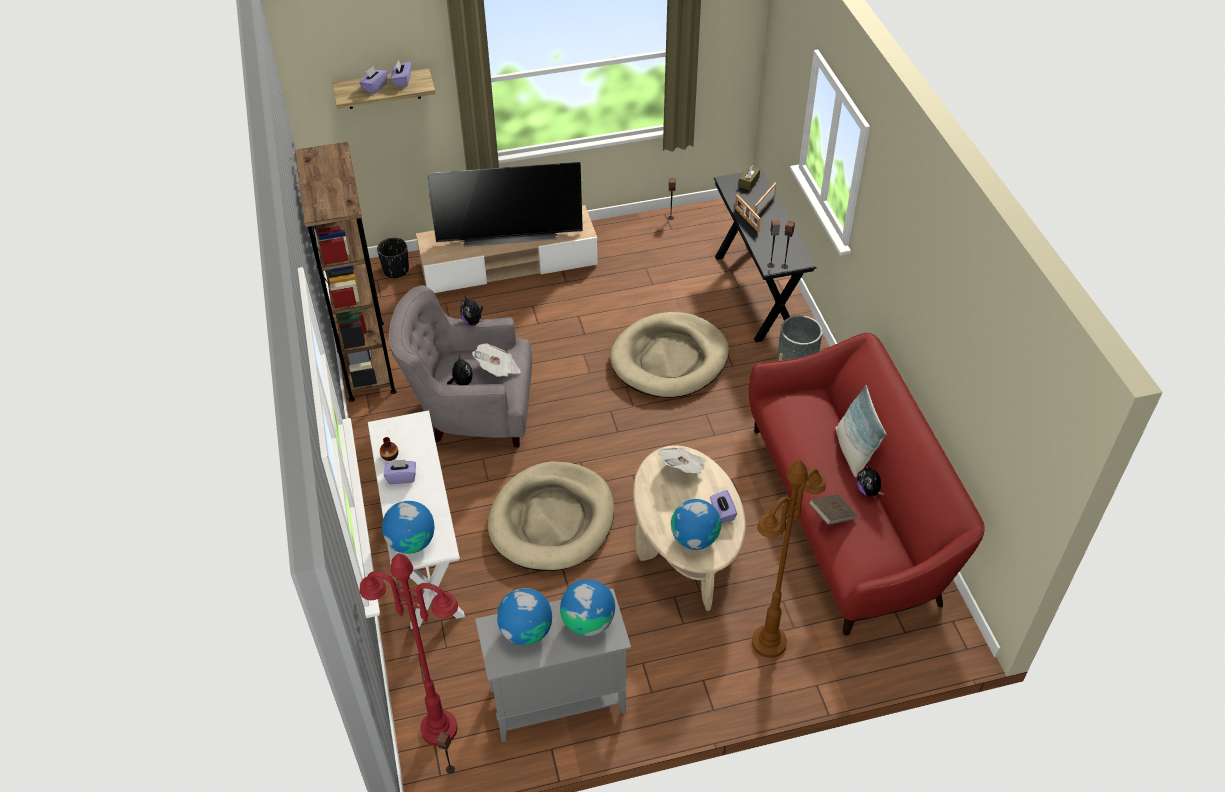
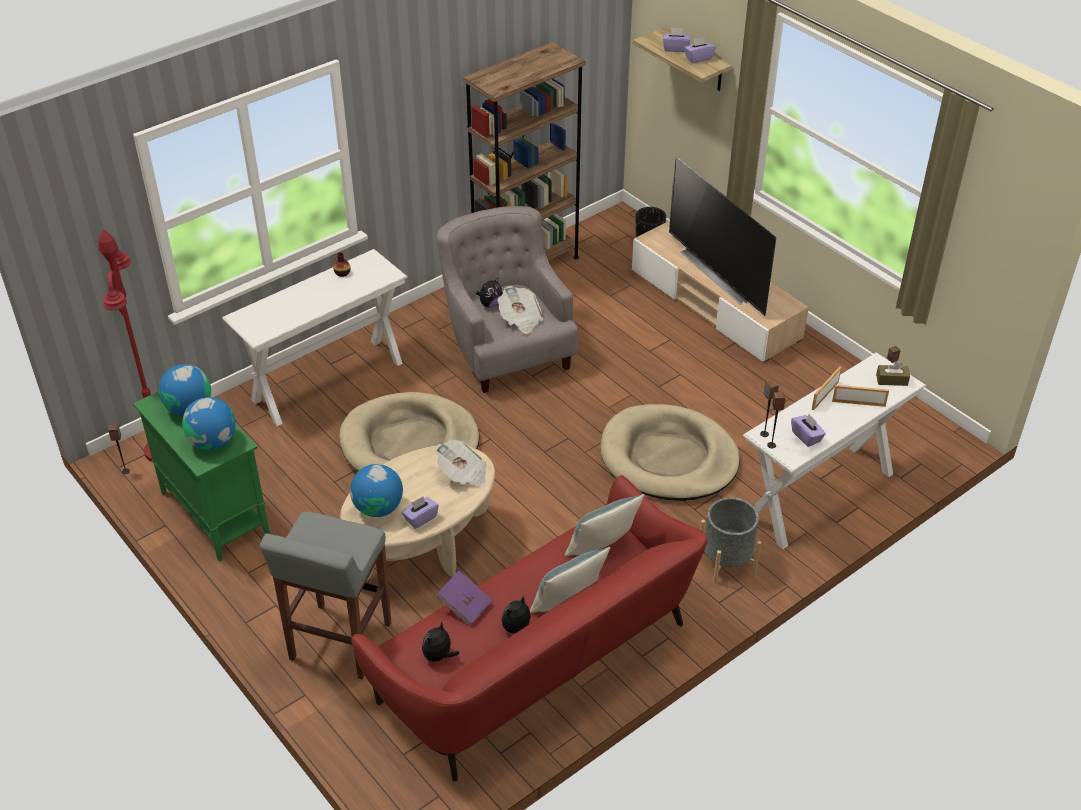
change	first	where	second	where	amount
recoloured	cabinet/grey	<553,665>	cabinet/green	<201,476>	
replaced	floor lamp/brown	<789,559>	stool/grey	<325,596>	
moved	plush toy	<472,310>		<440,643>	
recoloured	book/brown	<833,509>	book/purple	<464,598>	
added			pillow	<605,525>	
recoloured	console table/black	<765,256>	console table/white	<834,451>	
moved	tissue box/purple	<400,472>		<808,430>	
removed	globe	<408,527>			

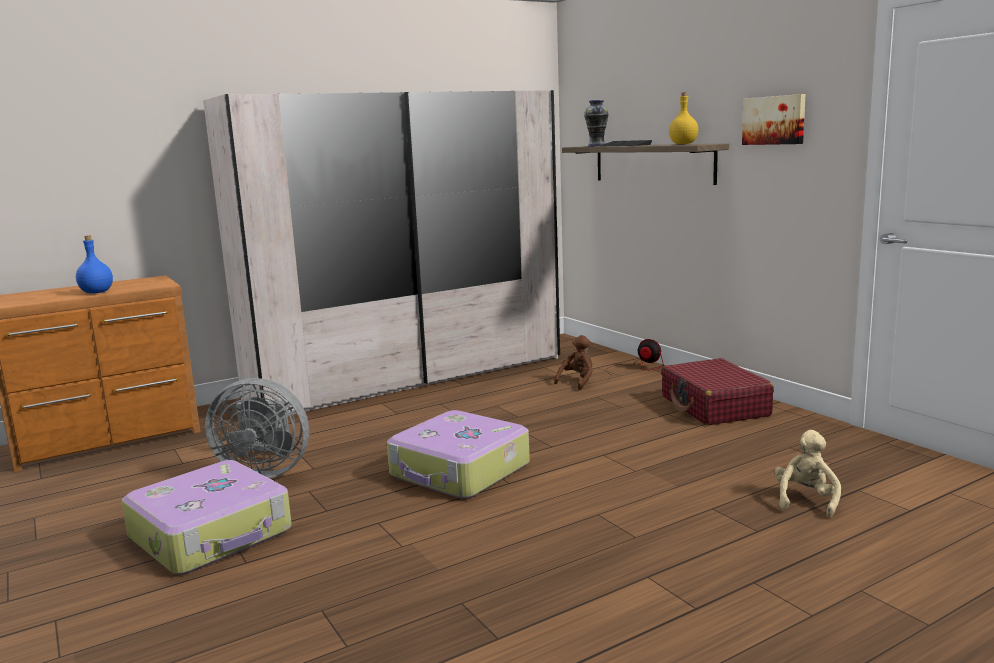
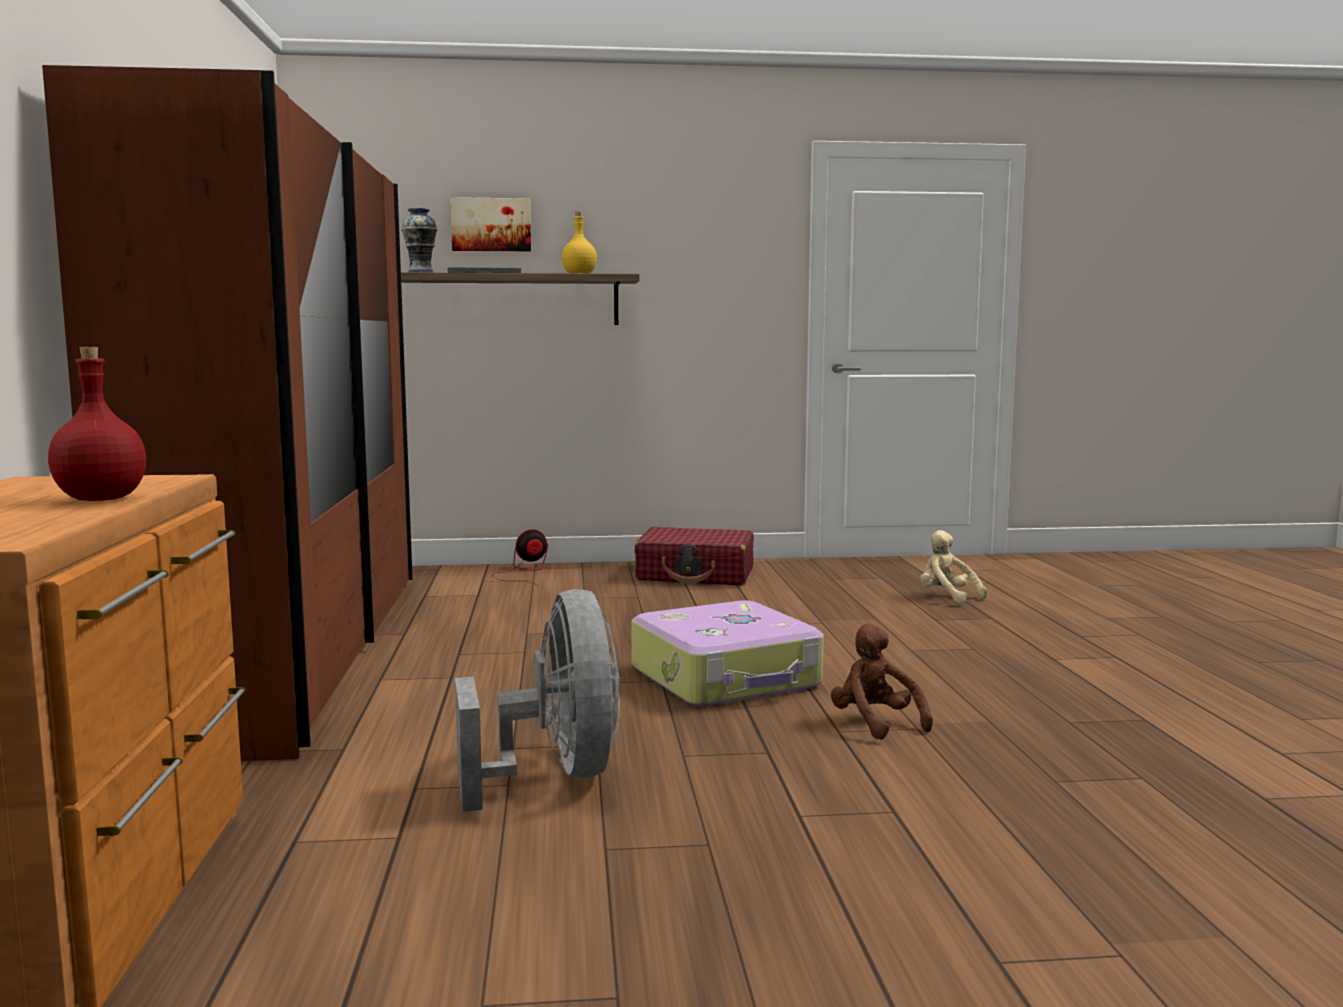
change	first	where	second	where	amount
recoloured	wardrobe/white	<381,252>	wardrobe/brown	<227,413>	
recoloured	bottle/blue	<94,265>	bottle/red	<97,424>	
moved	picture	<773,119>		<490,224>	
turned	fan/grey	<257,428>		<537,700>	45 degrees counterclockwise
moved	plush toy/brown	<573,362>		<882,682>	
removed	suitcase	<207,517>			

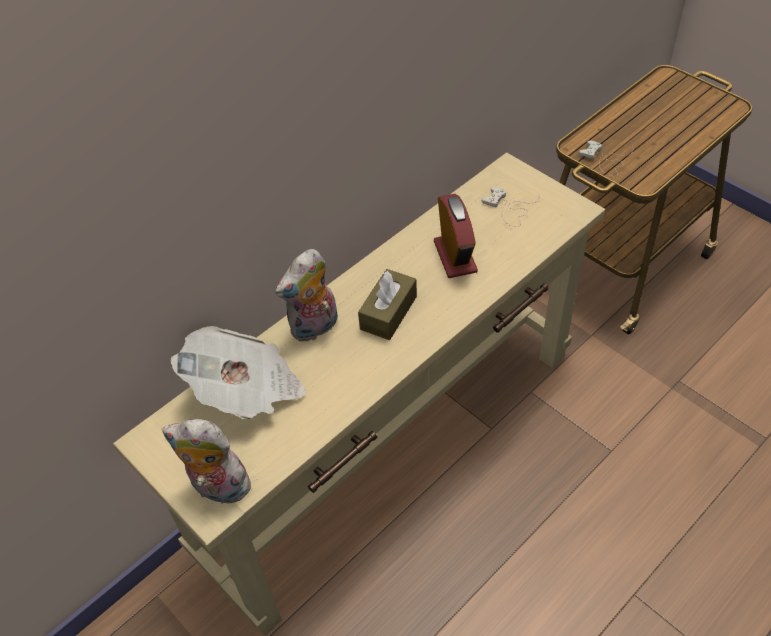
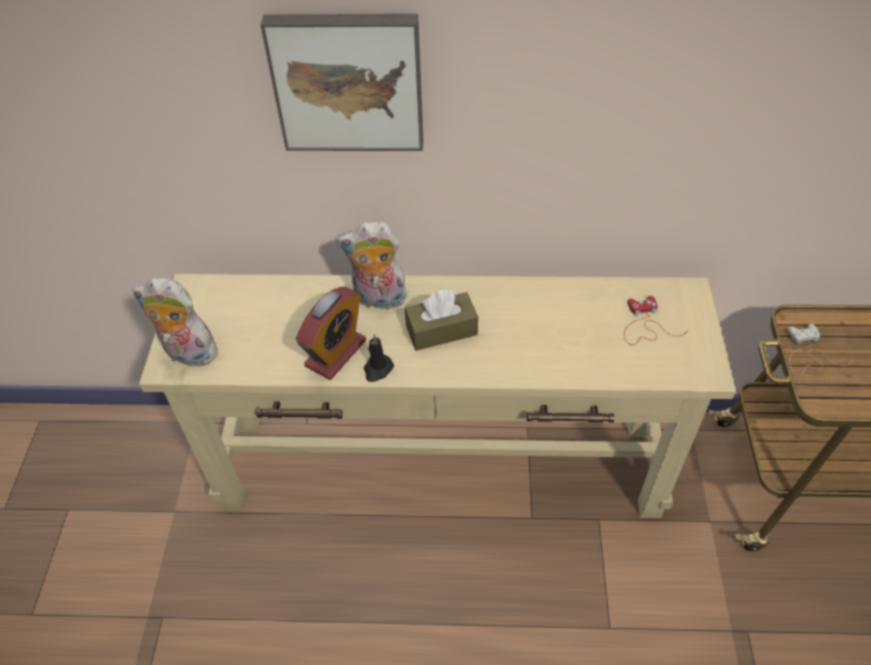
change	first	where	second	where	amount
turned	plush toy	<208,463>		<175,322>	45 degrees counterclockwise
added			picture	<342,82>	
moved	alarm clock	<456,236>		<331,333>	
added			candle/black	<379,358>	
recoloured	game controller/white	<510,207>	game controller/red	<656,320>	
removed	newspaper	<238,372>			

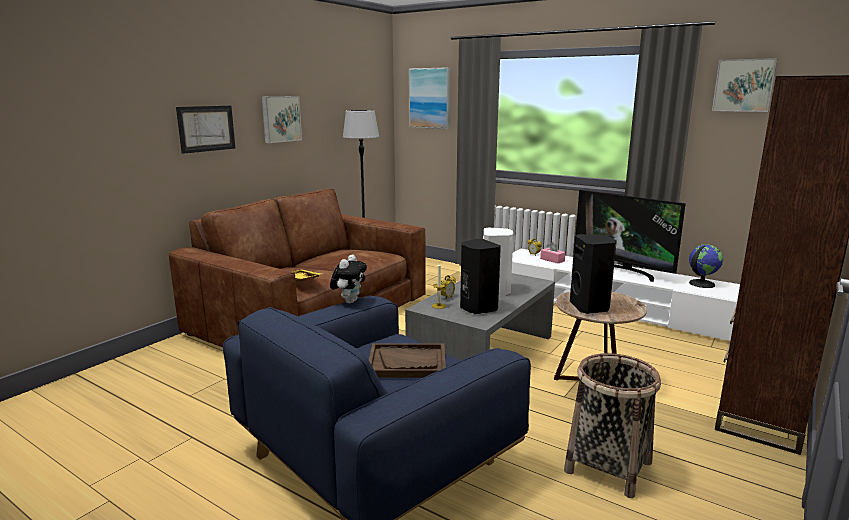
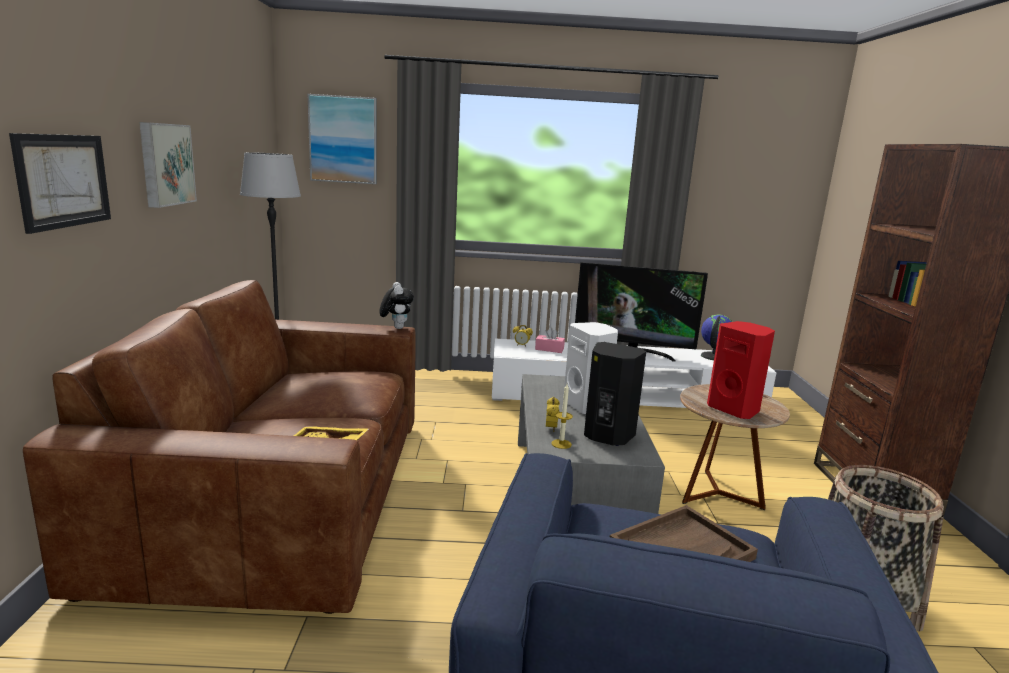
change	first	where	second	where	amount
moved	plush toy	<348,279>		<396,305>	
recoloured	speaker/black	<593,274>	speaker/red	<741,370>	
removed	picture	<744,85>			

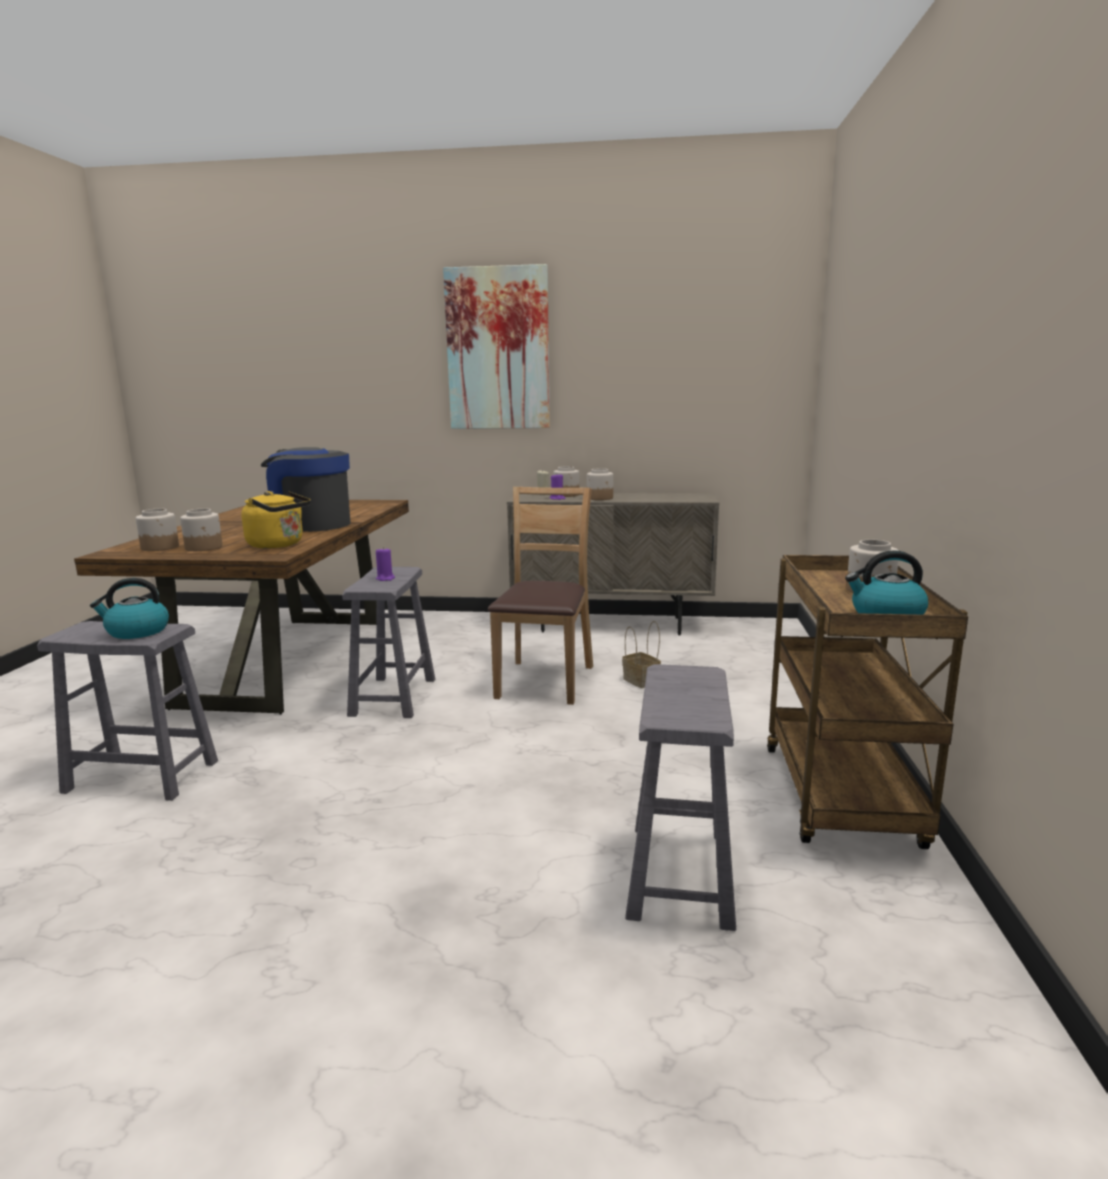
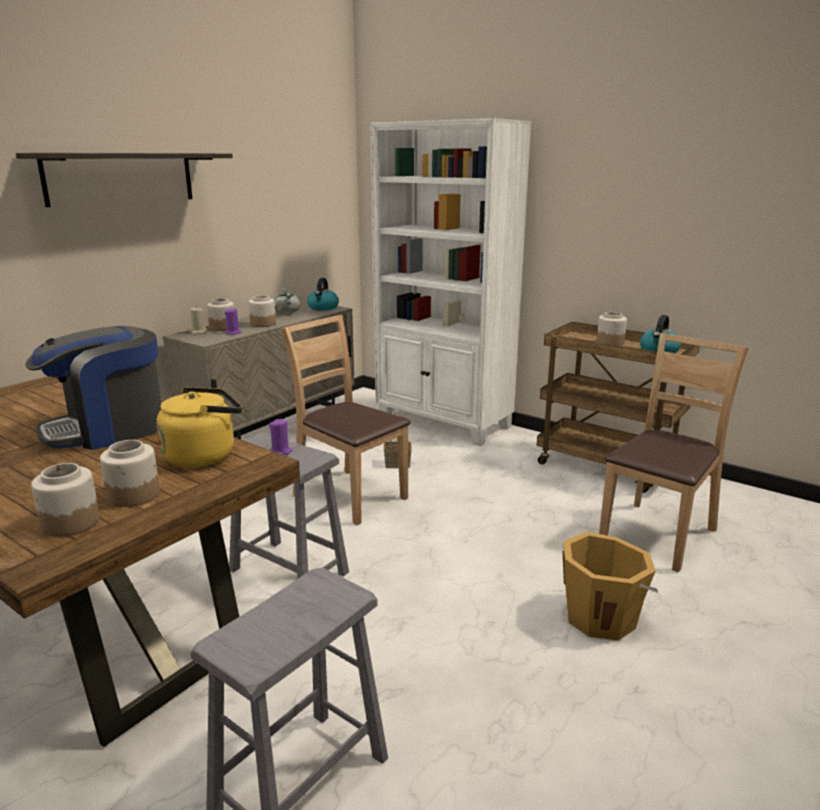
change	first	where	second	where	amount
replaced	picture	<496,346>	shelf	<124,180>	
added			cooking pot/grey	<287,301>	
moved	kettle	<129,608>		<323,294>	
added			bookcase/white	<451,282>	
added			bucket/orange	<610,586>	
replaced	stool/grey	<680,797>	chair/brown	<674,453>	

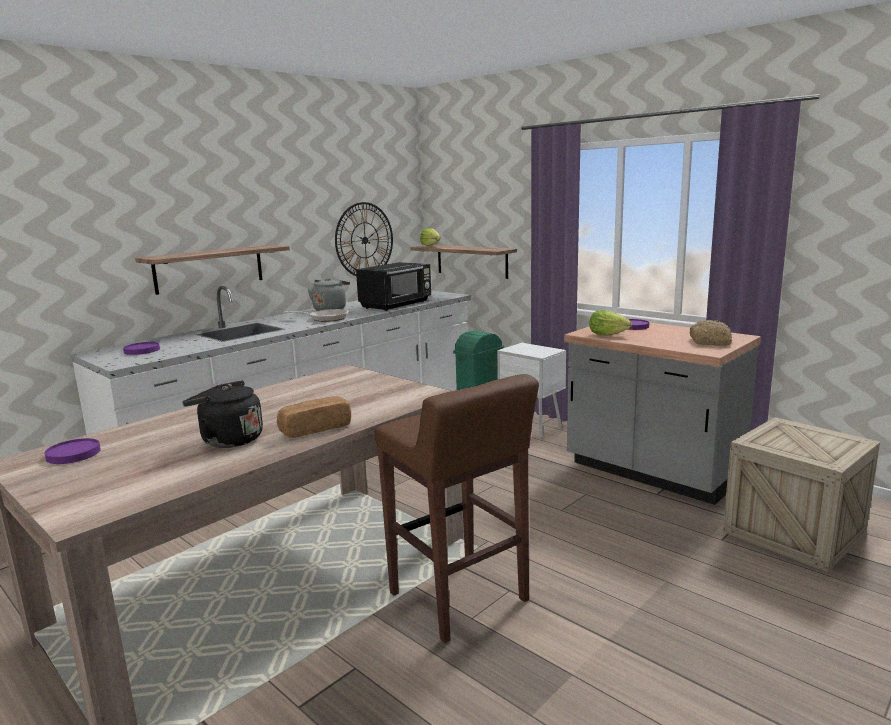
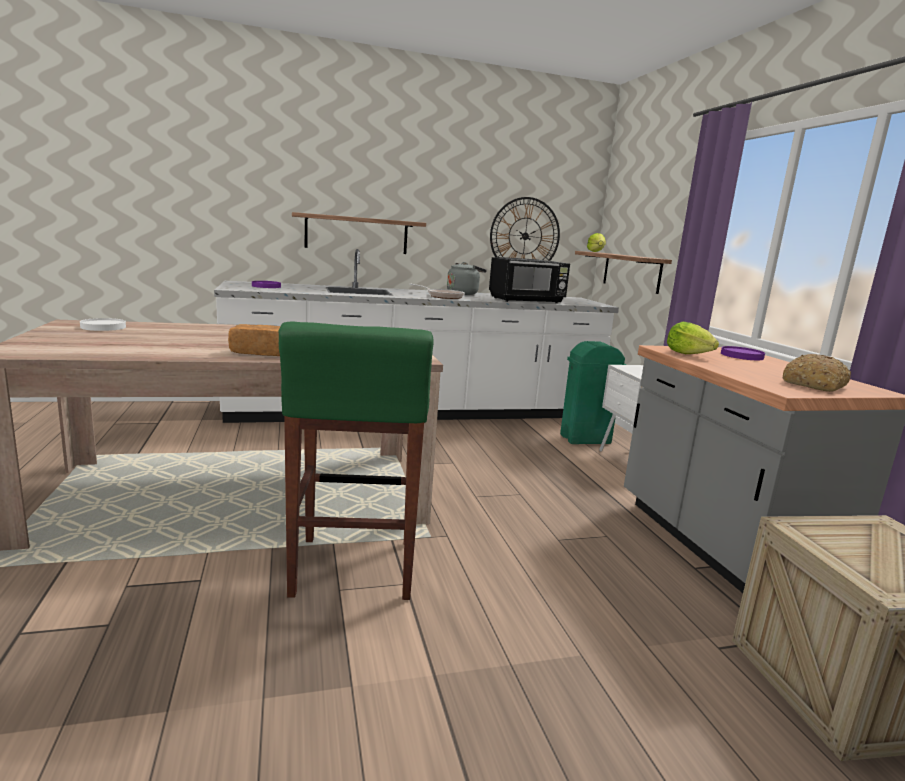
change	first	where	second	where	amount
recoloured	plate/purple	<72,451>	plate/white	<103,324>	
recoloured	stool/brown	<457,508>	stool/green	<356,461>	
removed	kettle/black	<222,414>			

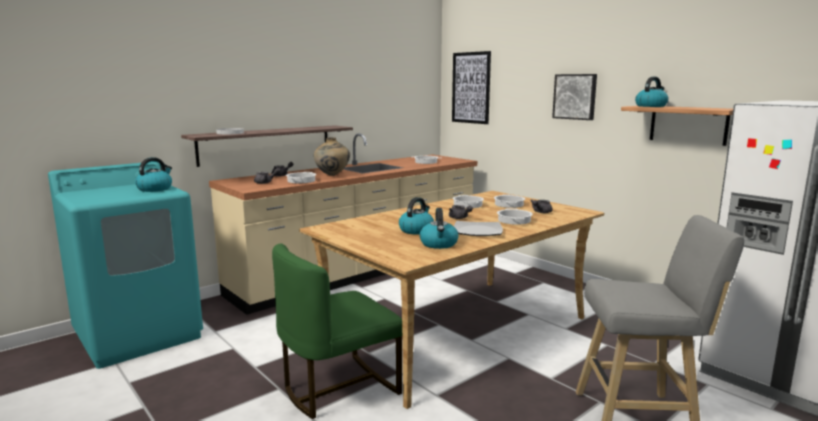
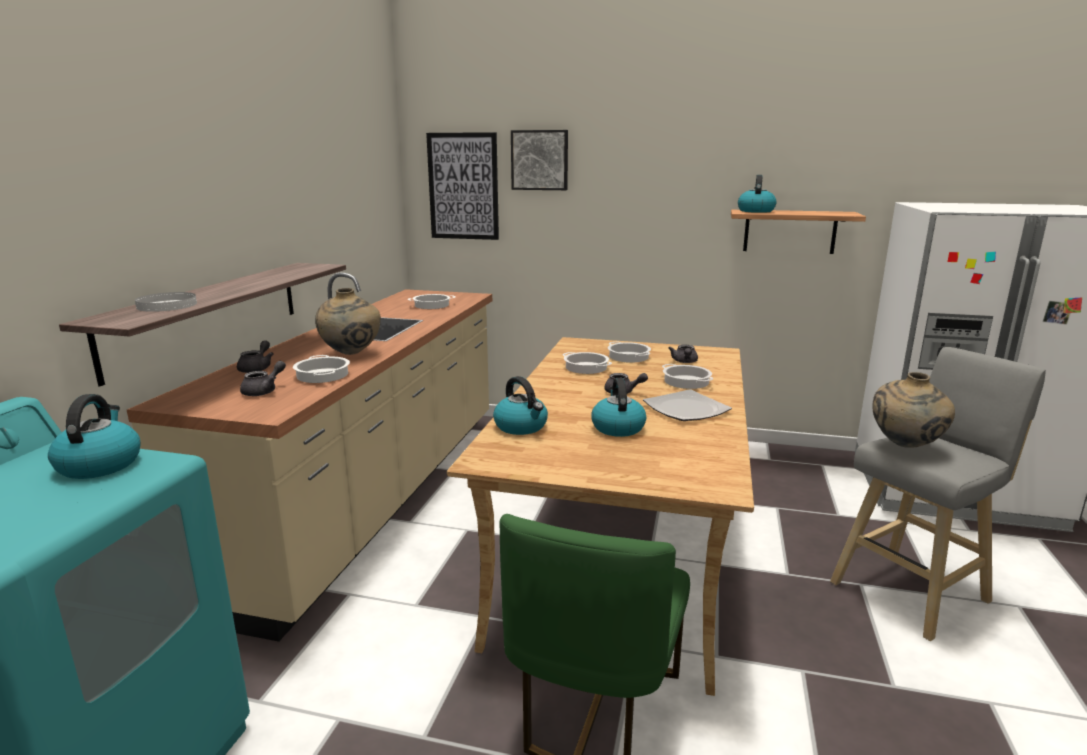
change	first	where	second	where	amount
moved	kettle	<439,228>		<520,405>	
moved	picture	<574,97>		<539,160>	
added			vase/beige	<913,410>	

